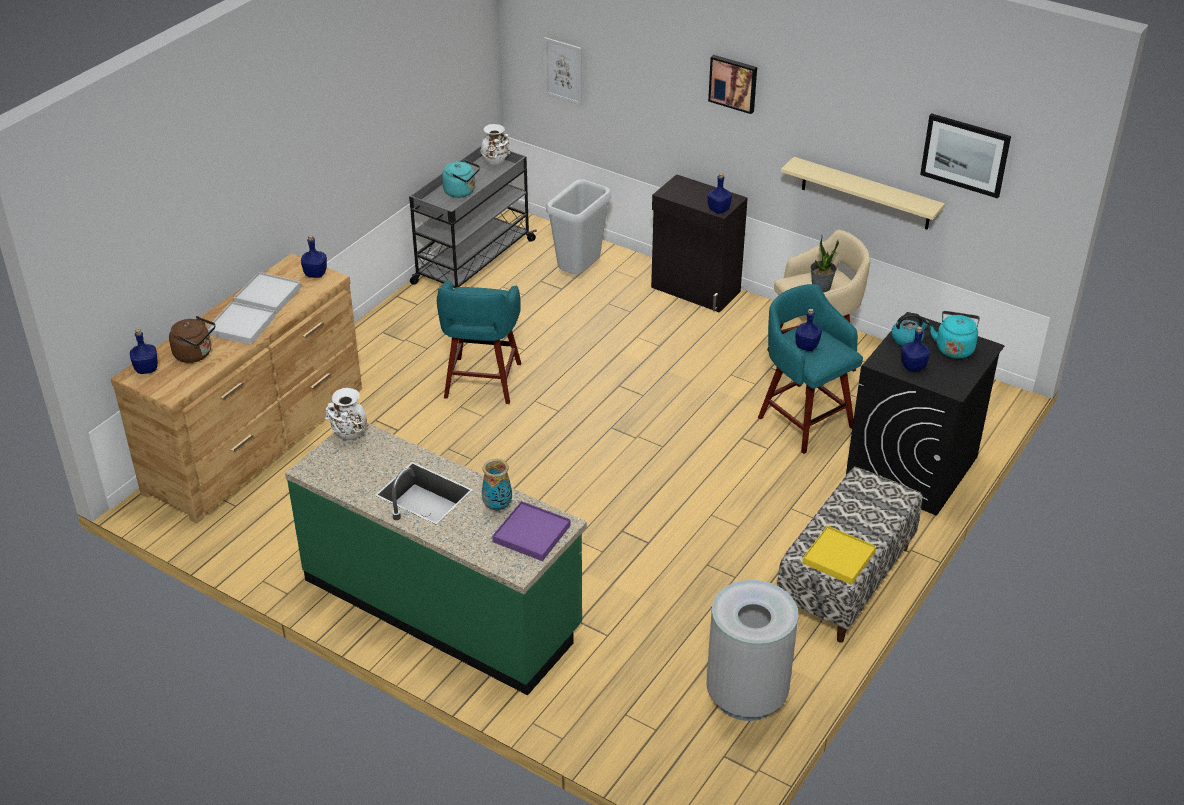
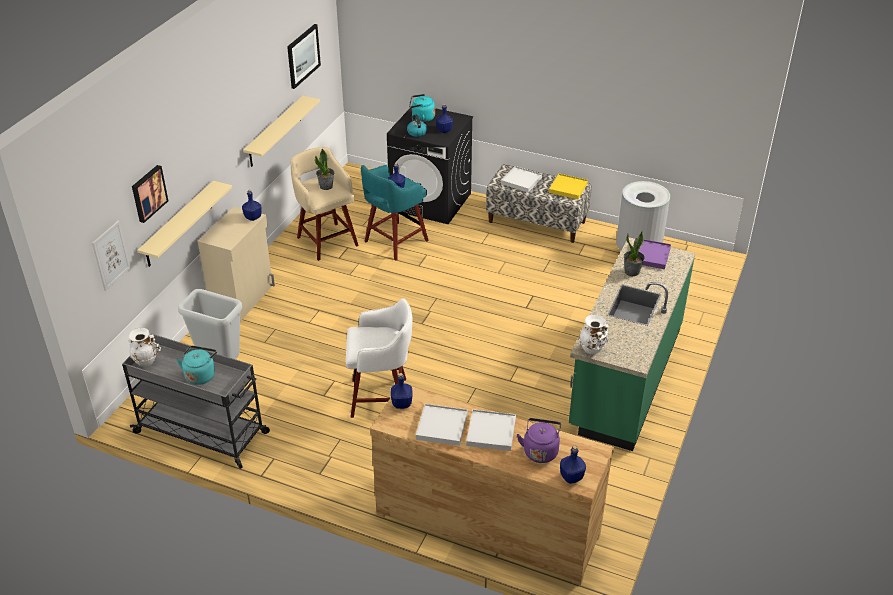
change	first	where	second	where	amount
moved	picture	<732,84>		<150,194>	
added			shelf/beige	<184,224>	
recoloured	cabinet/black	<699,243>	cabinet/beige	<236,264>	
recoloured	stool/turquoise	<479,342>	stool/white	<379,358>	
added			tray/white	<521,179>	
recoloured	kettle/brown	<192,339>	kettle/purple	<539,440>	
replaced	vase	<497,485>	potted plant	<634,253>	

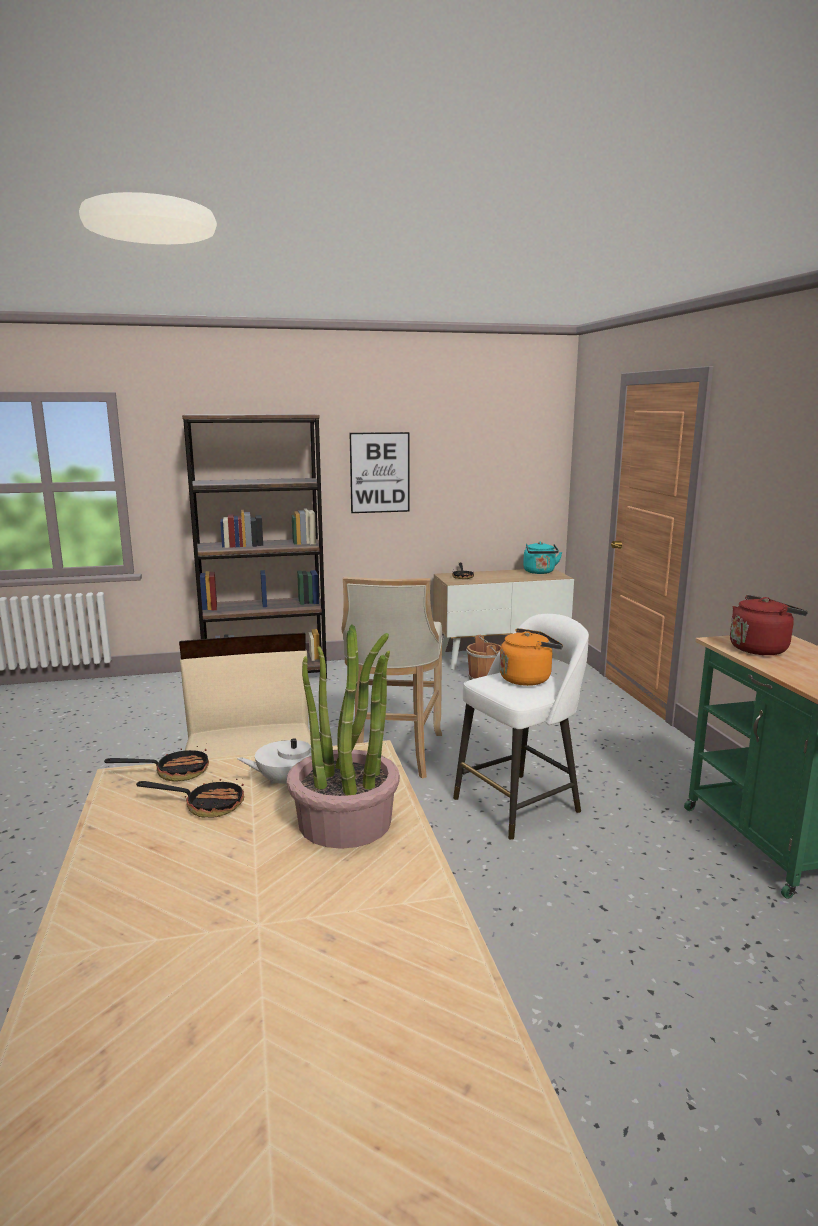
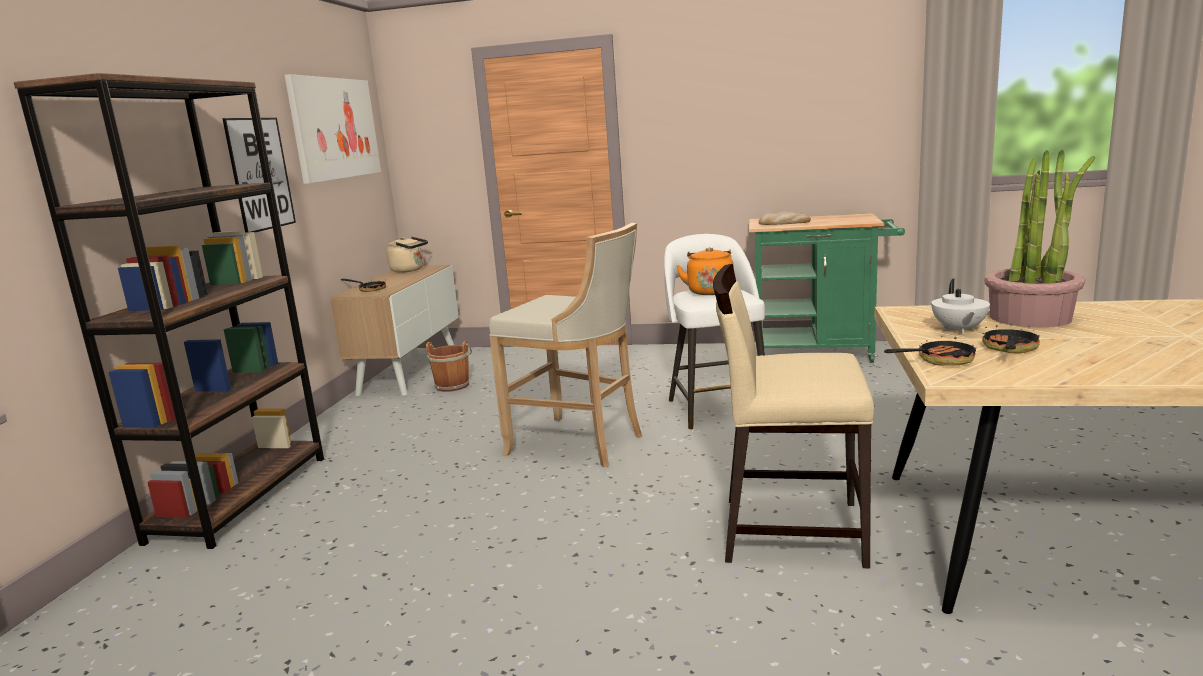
change	first	where	second	where	amount
added			picture	<333,129>	
recoloured	kettle/turquoise	<542,558>	kettle/beige	<407,254>	
replaced	kettle/red	<769,625>	bread	<785,218>	
turned	frying pan	<156,764>		<930,351>	60 degrees clockwise

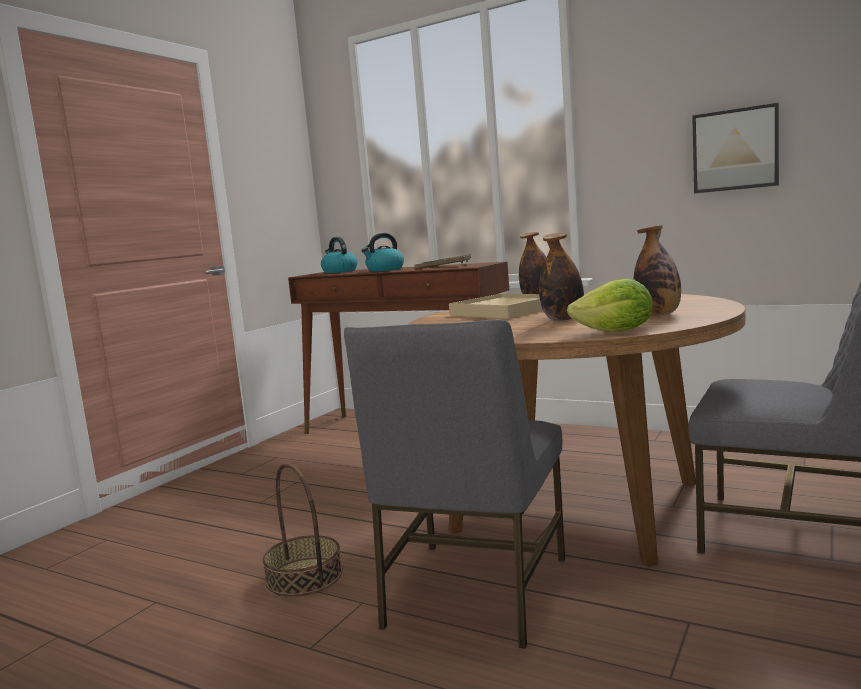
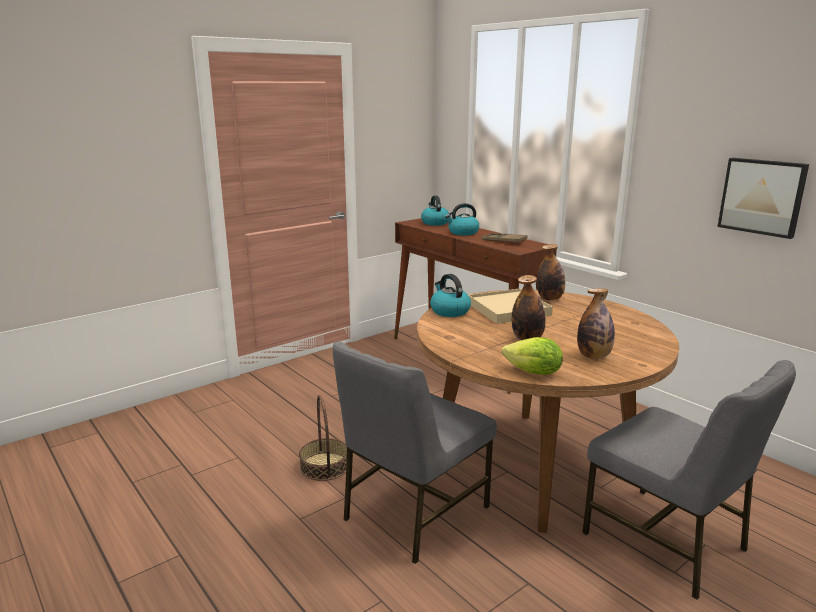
change	first	where	second	where	amount
added			kettle	<450,295>	

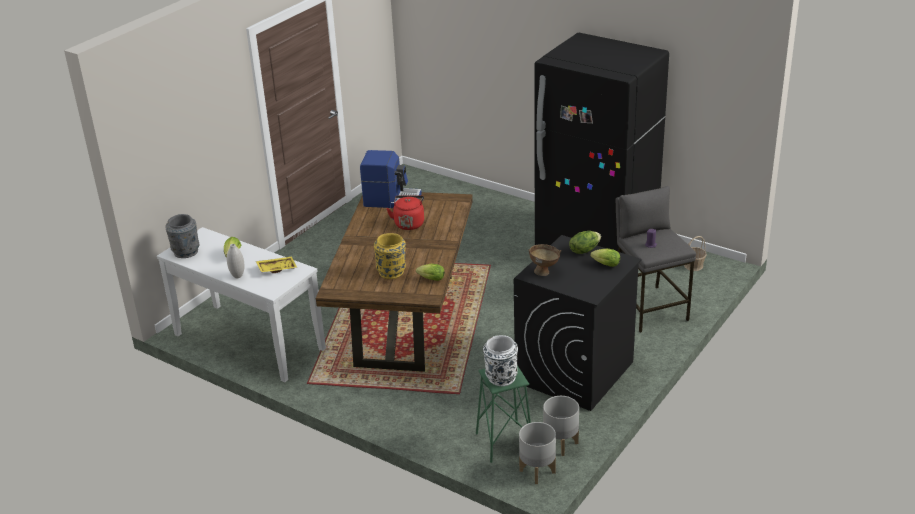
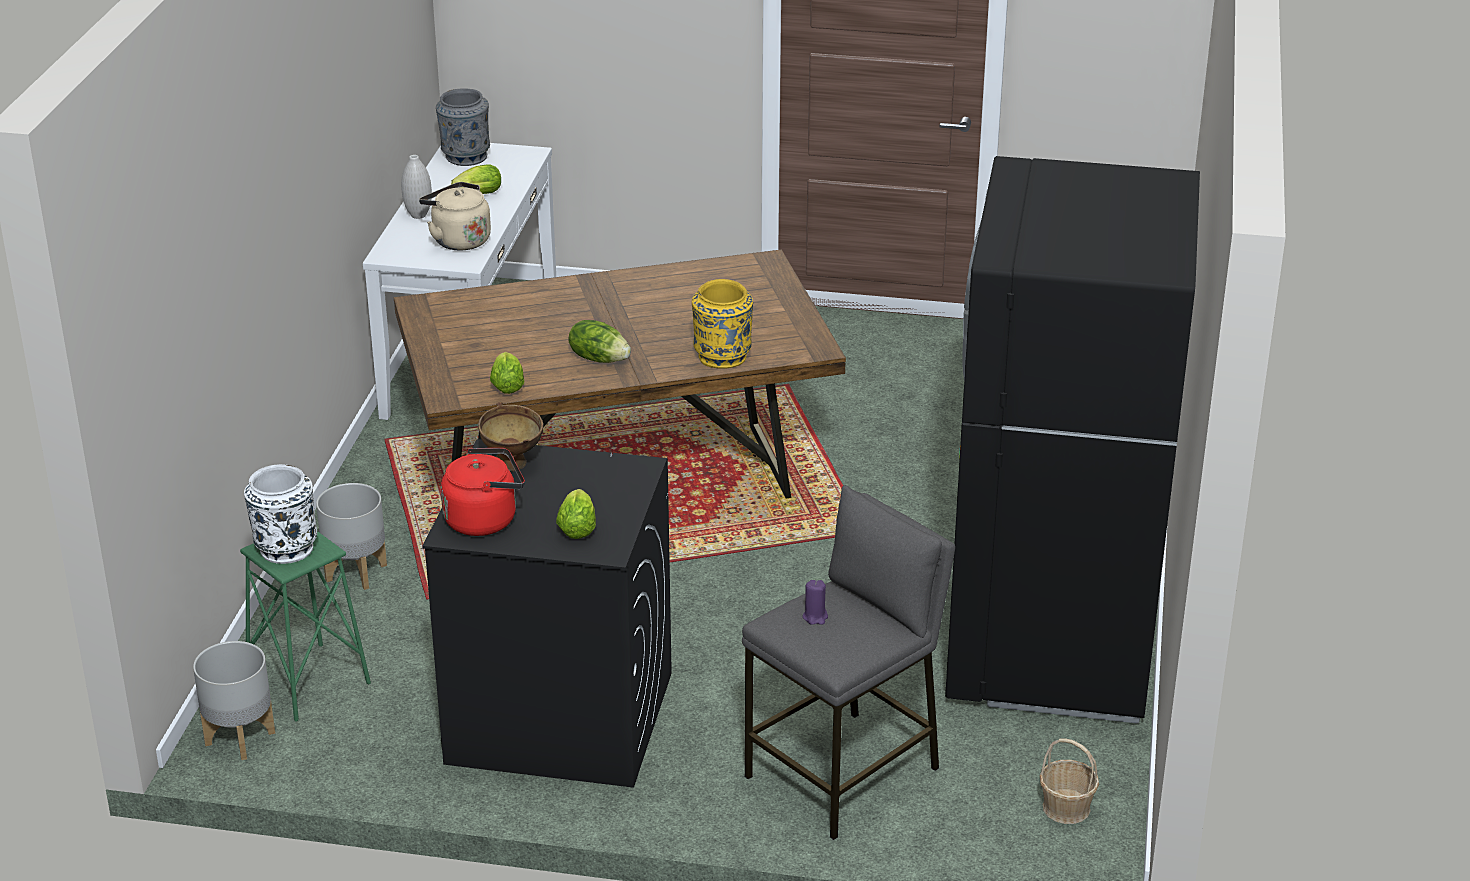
change	first	where	second	where	amount
moved	planter/grey	<561,426>		<351,536>	
replaced	tray/yellow	<276,265>	kettle/beige	<455,216>	
moved	kettle/red	<405,213>		<483,492>	
moved	lettuce	<585,242>		<599,341>	
moved	vase/yellow	<390,256>		<722,324>	
removed	coffee machine	<391,179>			

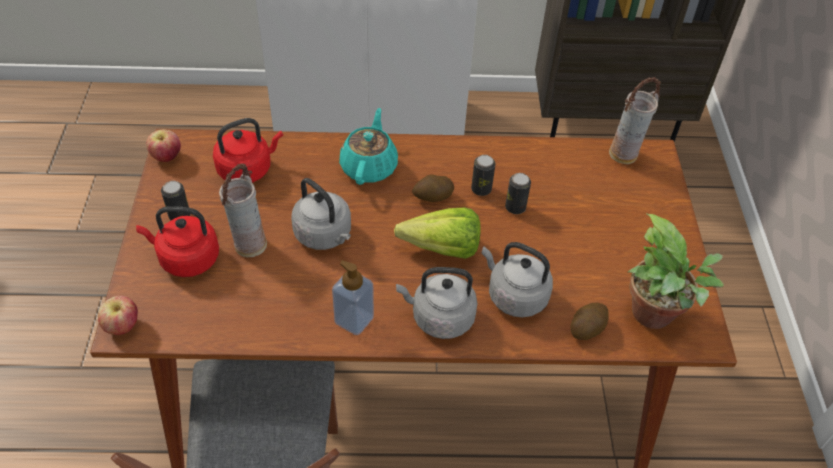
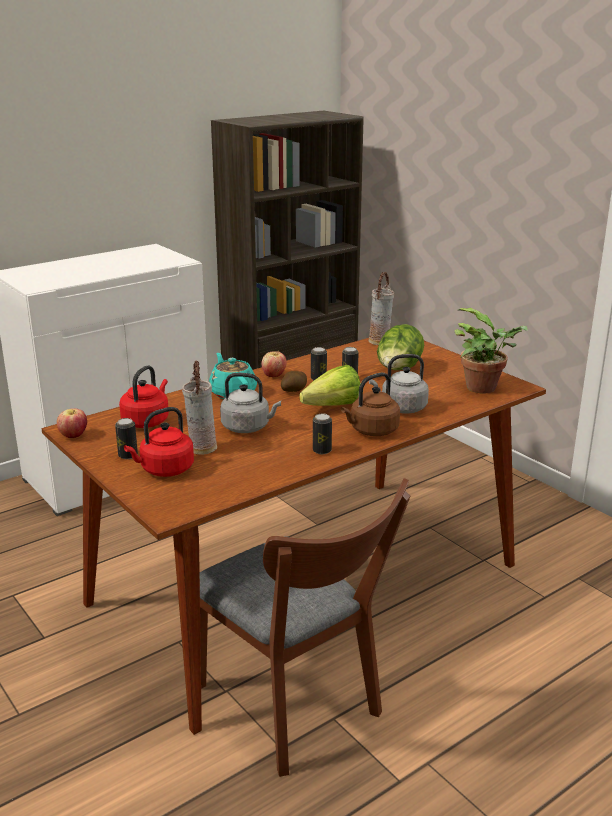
change	first	where	second	where	amount
moved	apple	<118,315>		<274,364>	
replaced	soap dispenser	<353,297>	can	<322,434>	
recoloured	kettle/grey	<437,303>	kettle/brown	<370,404>	
added			lettuce	<400,347>	
removed	potato	<589,321>			

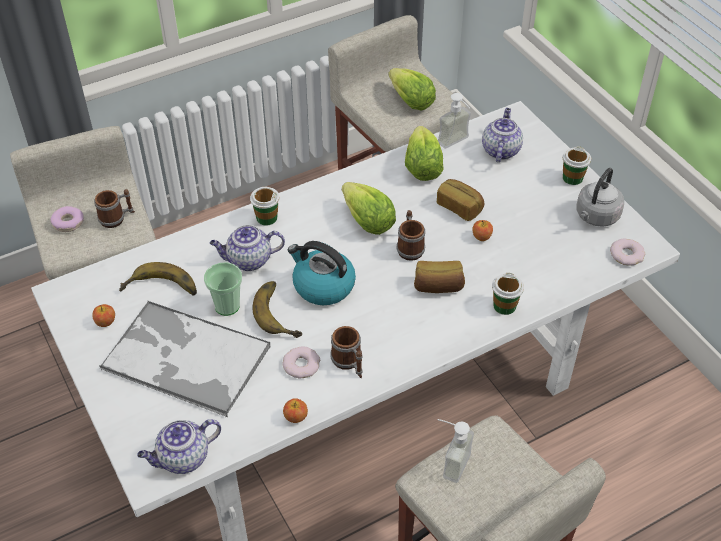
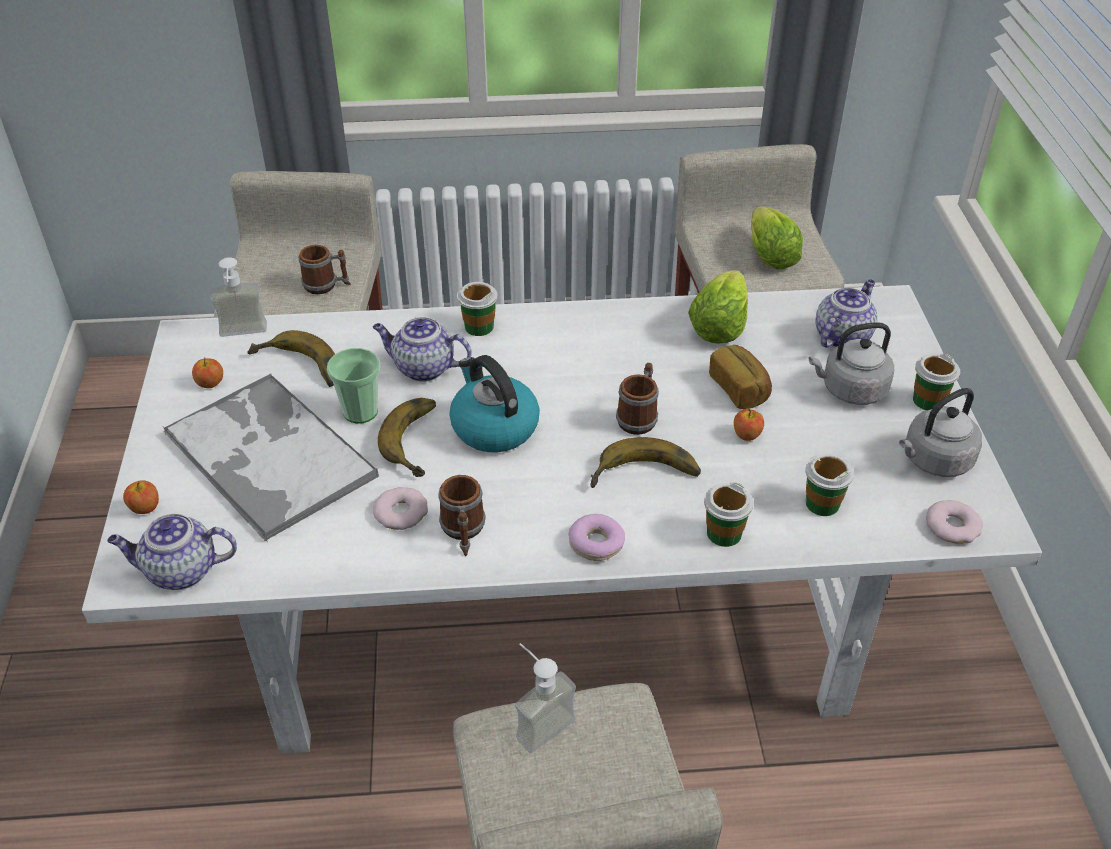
change	first	where	second	where	amount
moved	apple	<295,410>		<141,497>	
moved	soap dispenser	<454,120>		<238,297>	
moved	donut	<67,219>		<597,537>	
replaced	bread	<439,277>	banana	<646,462>	
added			cup	<829,484>	
added			kettle/grey	<851,363>	
removed	lettuce	<369,208>			

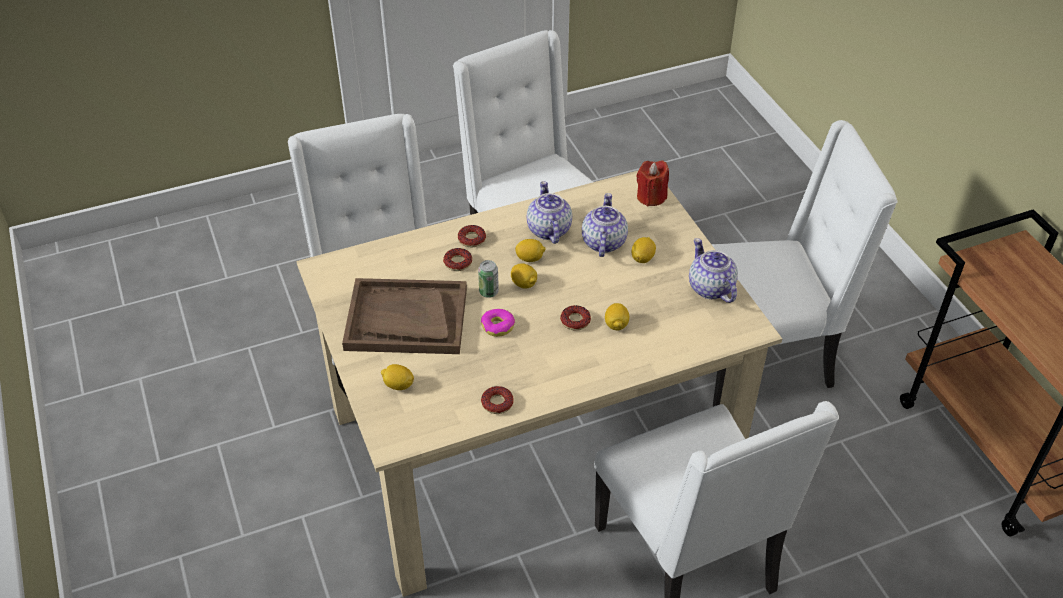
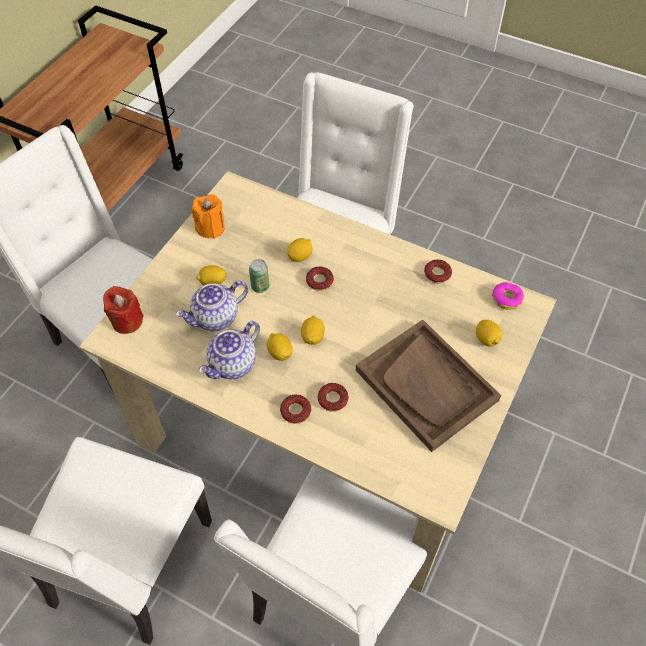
change	first	where	second	where	amount
replaced	teapot	<713,270>	candle/orange	<208,216>	
moved	can	<488,279>		<259,276>	
moved	donut	<498,323>		<508,296>	

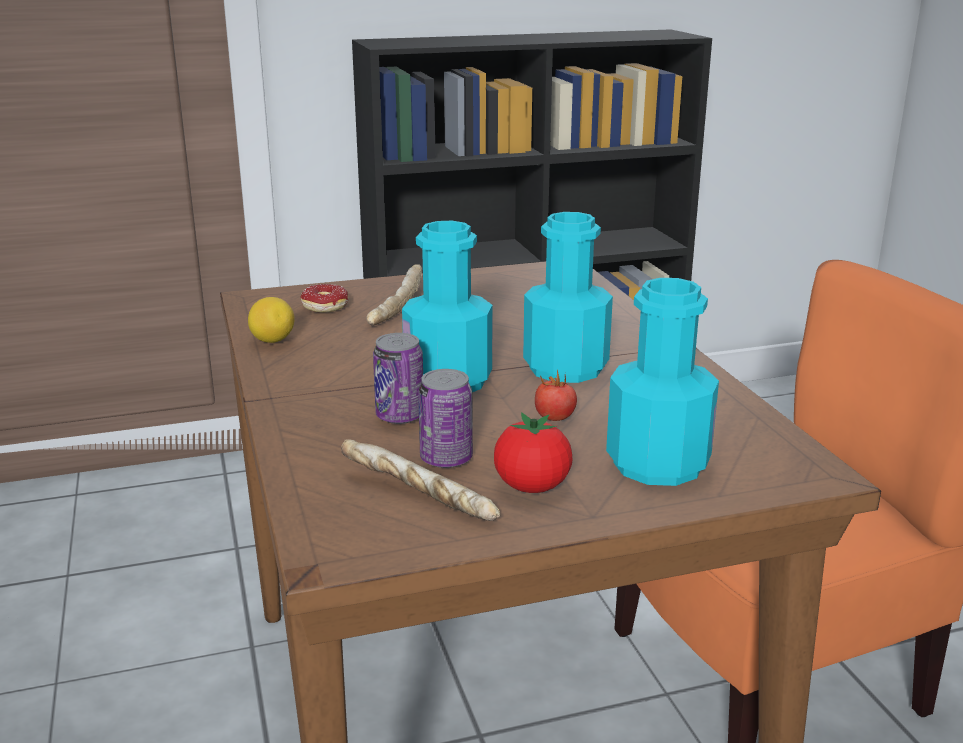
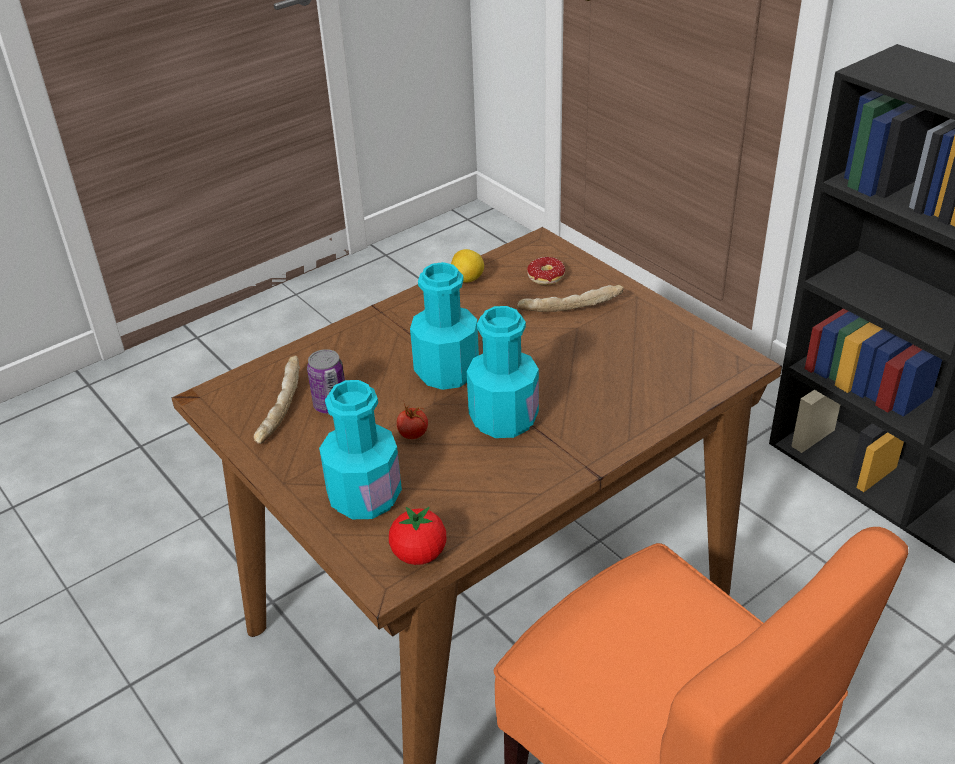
change	first	where	second	where	amount
moved	tomato	<533,452>		<417,536>	
removed	can	<398,378>			

